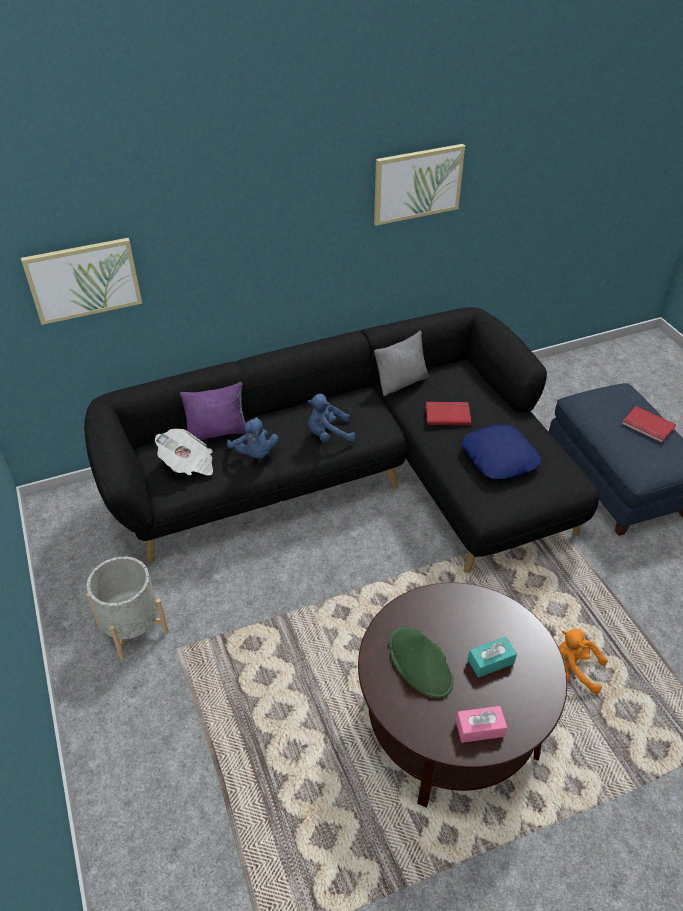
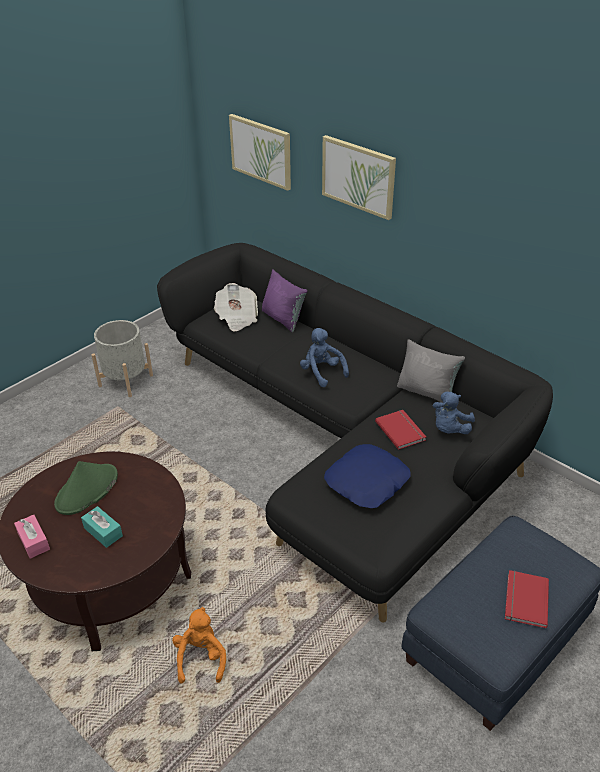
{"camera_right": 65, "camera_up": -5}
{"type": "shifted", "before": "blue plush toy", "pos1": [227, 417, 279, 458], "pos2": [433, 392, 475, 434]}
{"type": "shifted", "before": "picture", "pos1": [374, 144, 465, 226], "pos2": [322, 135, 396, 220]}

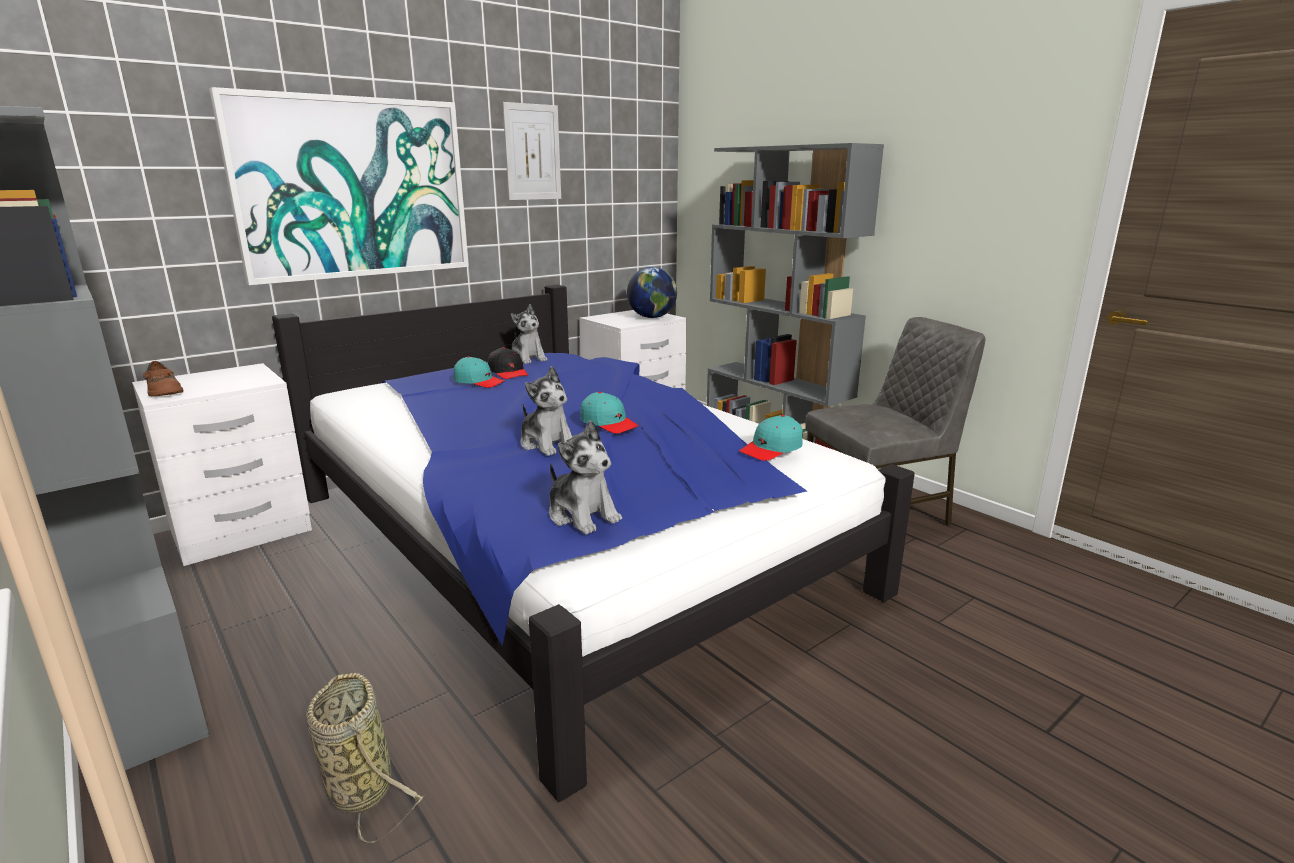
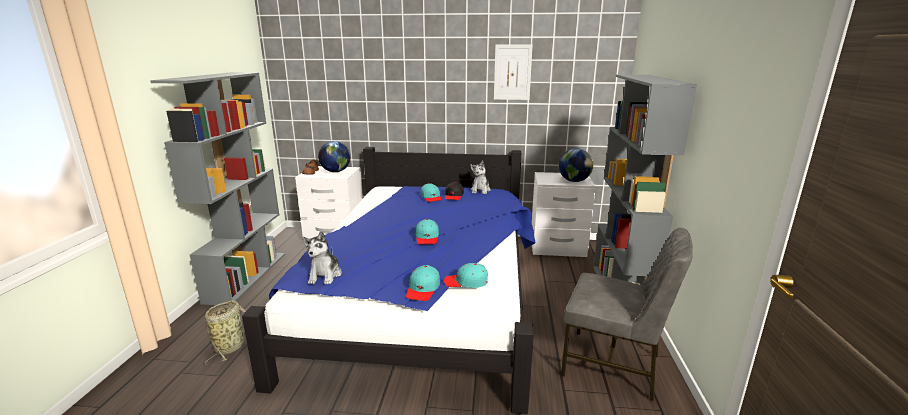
{"camera_right": 45, "camera_up": 0}
{"type": "gone", "before": "picture", "pos1": [209, 87, 469, 285]}
{"type": "gone", "before": "plush toy", "pos1": [520, 366, 572, 456]}
{"type": "new", "after": "globe", "pos2": [318, 141, 350, 172]}
{"type": "new", "after": "turquoise cap", "pos2": [406, 265, 440, 301]}

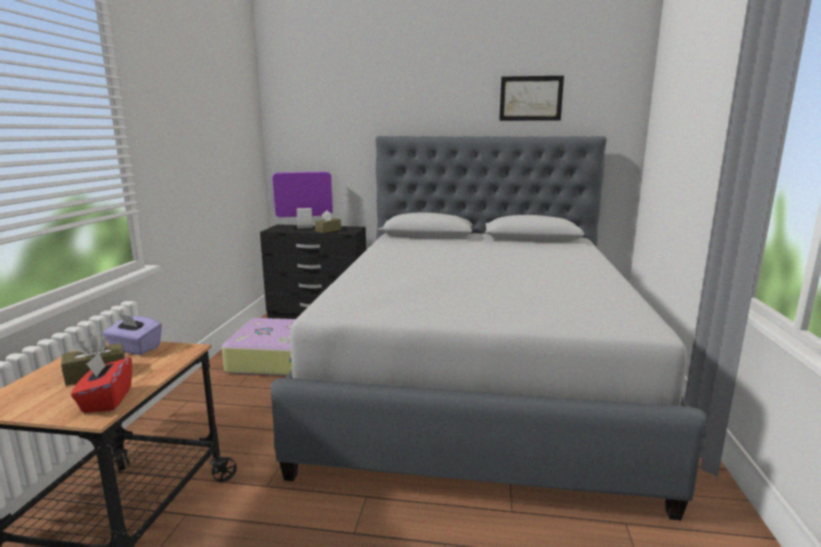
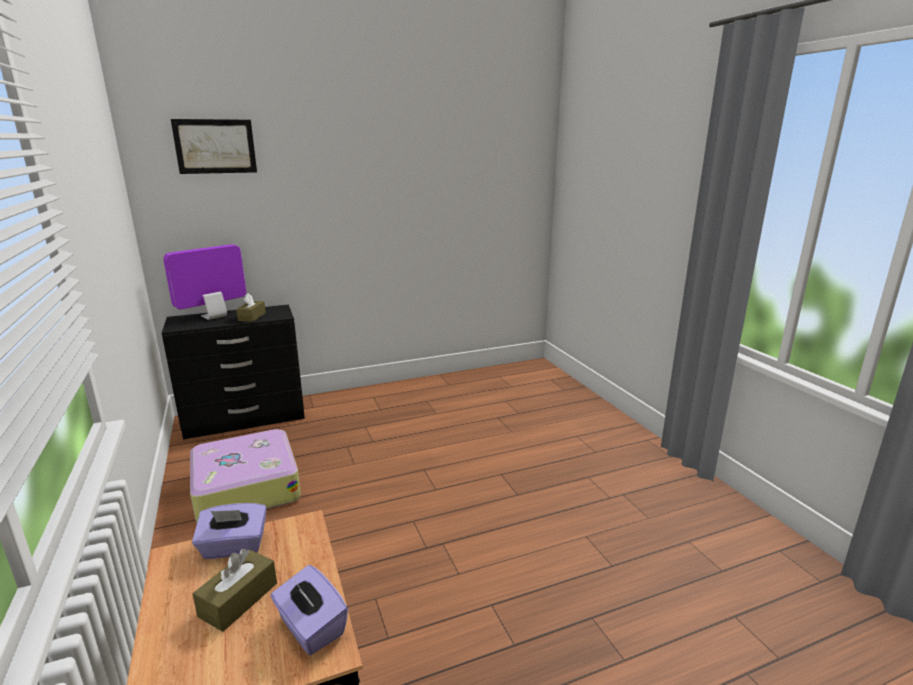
{"camera_right": -30, "camera_up": 5}
{"type": "repainted", "before": "red tissue box", "after": "purple tissue box", "pos1": [71, 352, 132, 413], "pos2": [271, 565, 348, 655]}
{"type": "gone", "before": "grey bed", "pos1": [271, 136, 707, 520]}
{"type": "shifted", "before": "picture", "pos1": [499, 76, 564, 121], "pos2": [171, 119, 257, 174]}

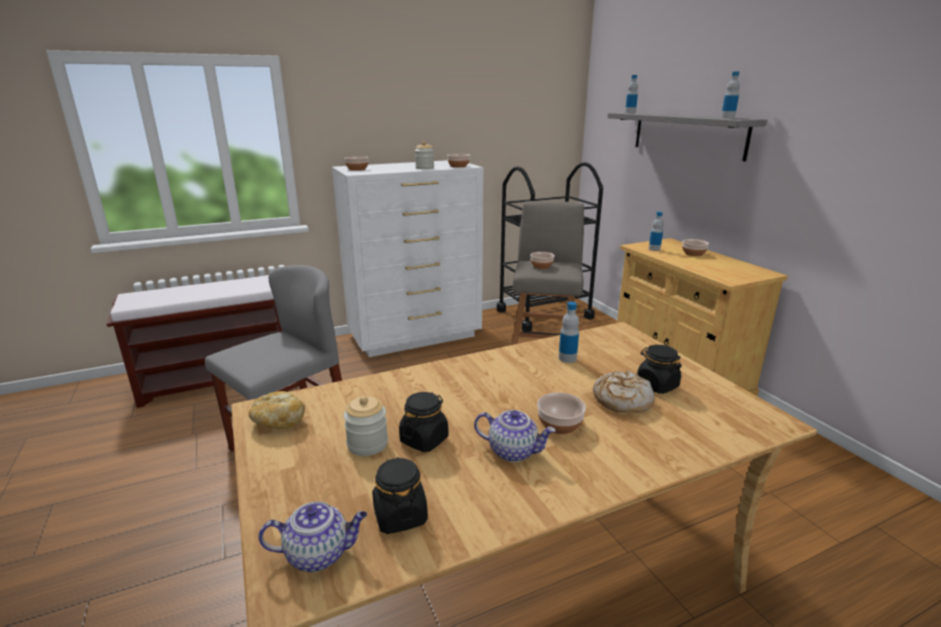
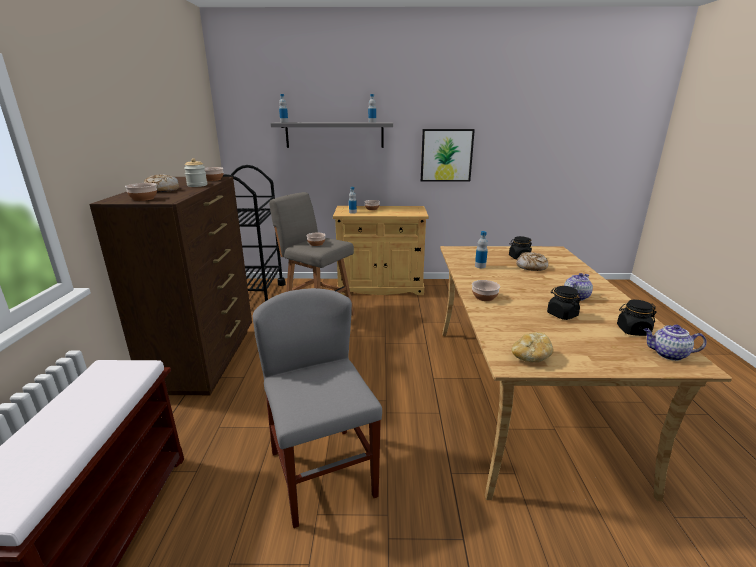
{"camera_right": -65, "camera_up": 0}
{"type": "rotated", "before": "teapot", "pos1": [258, 502, 367, 572], "pos2": [643, 325, 707, 361], "turn": -90}
{"type": "repainted", "before": "white dresser", "after": "brown dresser", "pos1": [332, 160, 484, 357], "pos2": [89, 177, 252, 395]}
{"type": "gone", "before": "jar", "pos1": [344, 396, 388, 456]}
{"type": "shifted", "before": "bowl", "pos1": [537, 392, 586, 435], "pos2": [472, 280, 500, 301]}
{"type": "new", "after": "bread", "pos2": [143, 174, 179, 192]}
{"type": "new", "after": "picture", "pos2": [421, 129, 475, 182]}

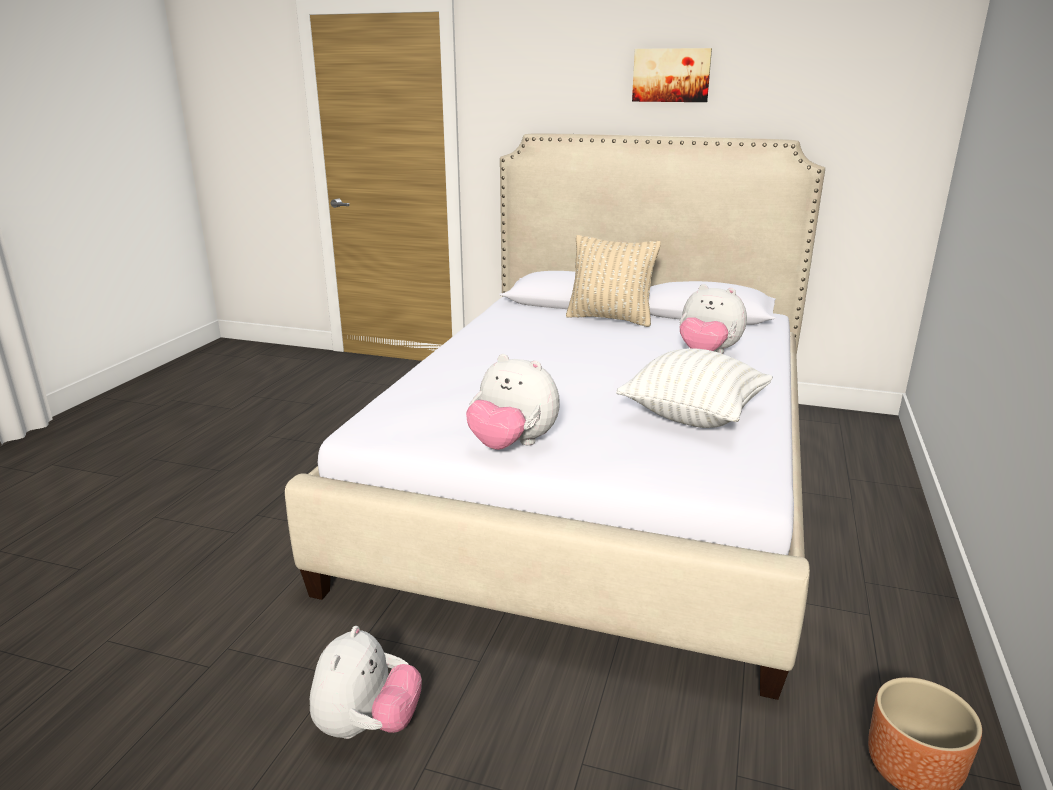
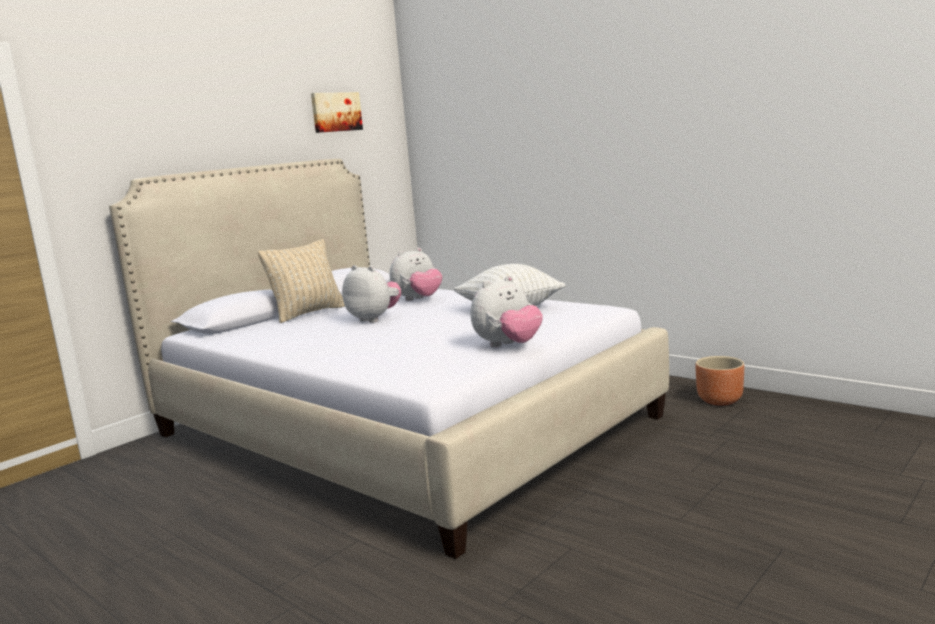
{"camera_right": -65, "camera_up": -10}
{"type": "shifted", "before": "plush toy", "pos1": [310, 626, 422, 739], "pos2": [342, 265, 401, 323]}
{"type": "shifted", "before": "picture", "pos1": [632, 48, 712, 102], "pos2": [311, 92, 363, 133]}

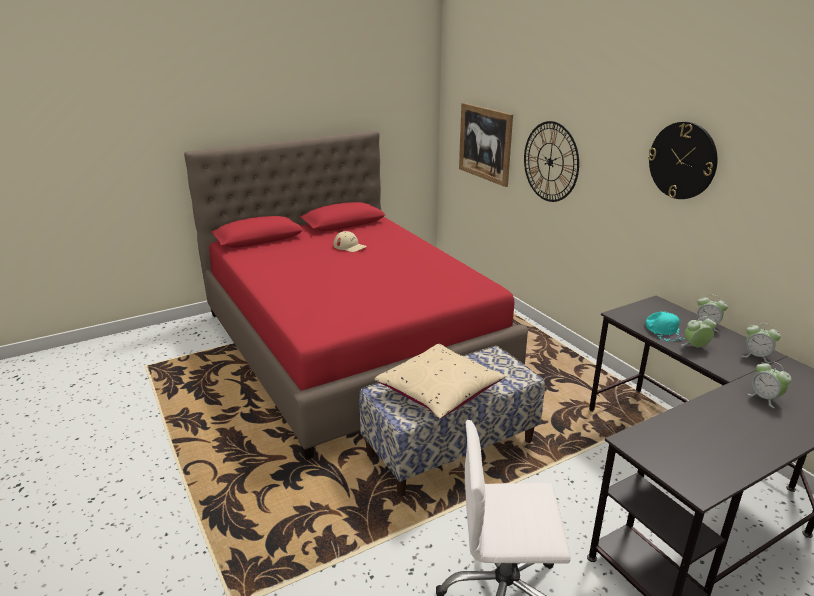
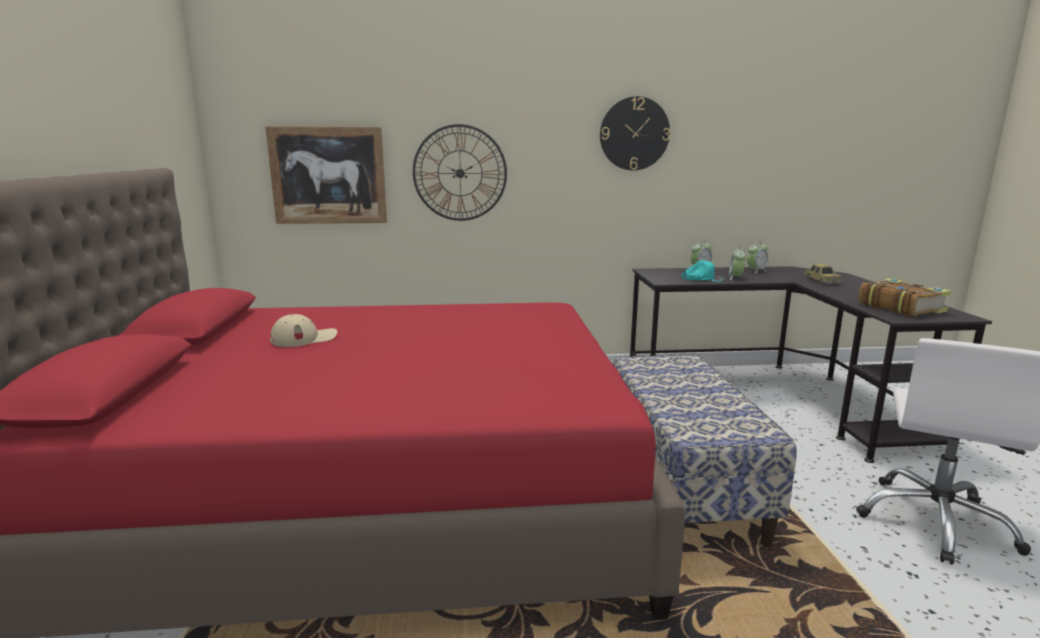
{"camera_right": -65, "camera_up": -10}
{"type": "gone", "before": "beige pillow", "pos1": [374, 343, 506, 419]}
{"type": "swapped", "before": "alarm clock", "after": "toy car", "pos1": [748, 362, 792, 408], "pos2": [804, 264, 842, 284]}
{"type": "new", "after": "book", "pos2": [859, 278, 952, 316]}

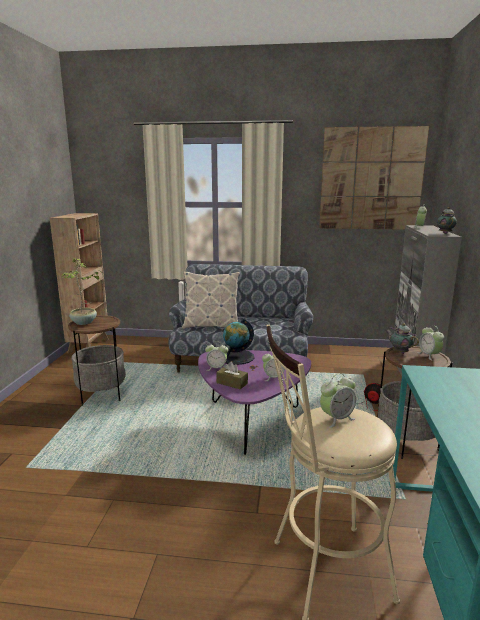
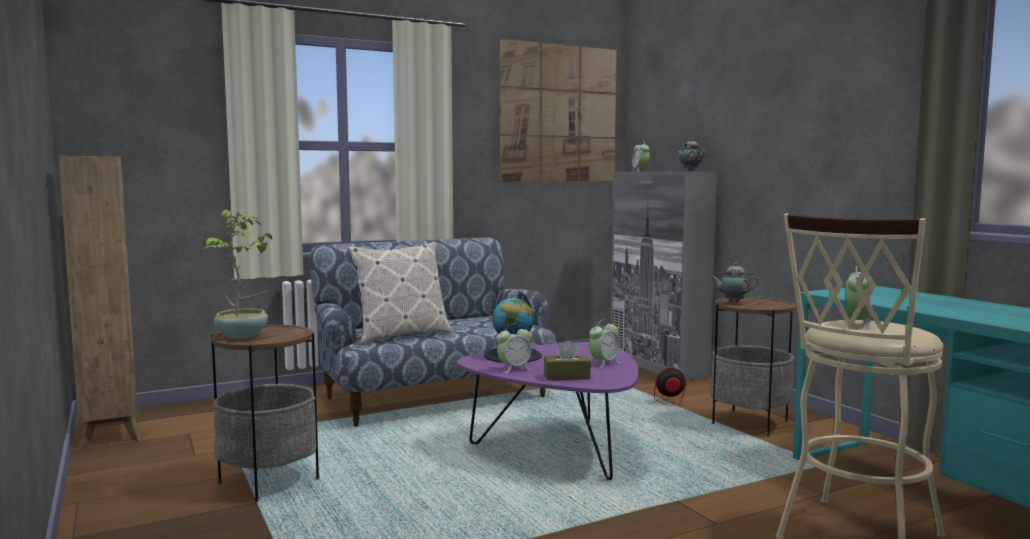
{"camera_right": -35, "camera_up": -10}
{"type": "gone", "before": "alarm clock", "pos1": [417, 325, 444, 360]}

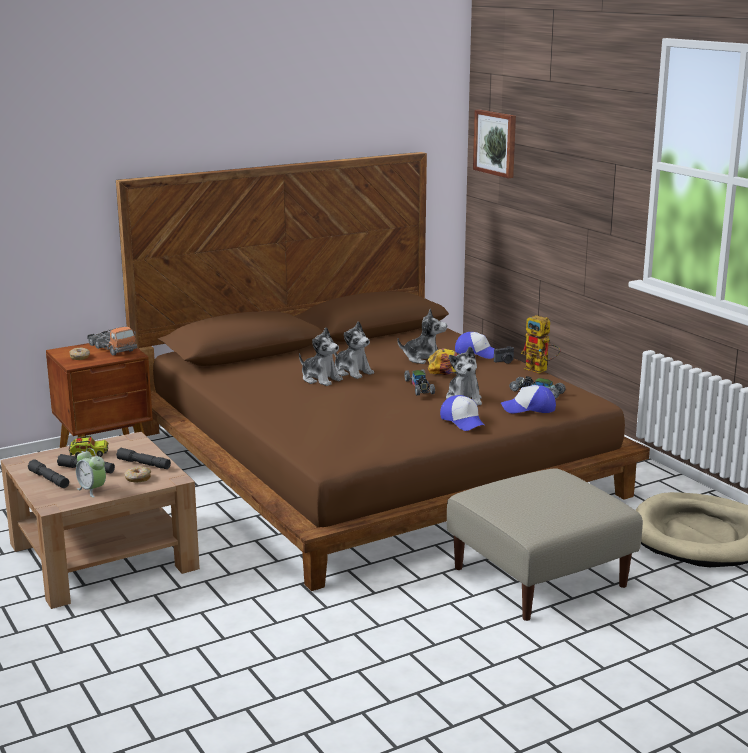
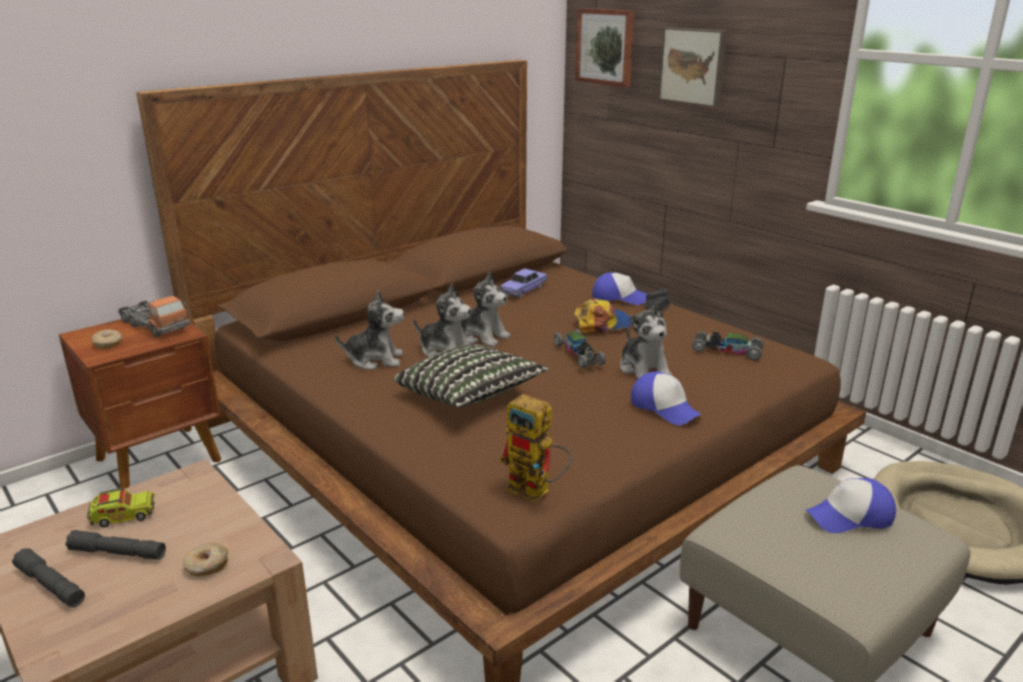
{"camera_right": -10, "camera_up": 5}
{"type": "gone", "before": "alarm clock", "pos1": [76, 448, 106, 498]}
{"type": "gone", "before": "grey flashlight", "pos1": [116, 448, 171, 469]}
{"type": "shifted", "before": "plush toy", "pos1": [397, 309, 447, 364], "pos2": [335, 290, 404, 370]}
{"type": "shifted", "before": "cap", "pos1": [501, 385, 556, 413], "pos2": [806, 478, 896, 533]}
{"type": "shifted", "before": "toy robot", "pos1": [521, 315, 560, 374], "pos2": [499, 394, 572, 503]}
{"type": "new", "after": "pillow", "pos2": [393, 344, 548, 407]}
{"type": "new", "after": "toy car", "pos2": [500, 269, 548, 298]}
{"type": "new", "after": "picture", "pos2": [659, 27, 727, 107]}

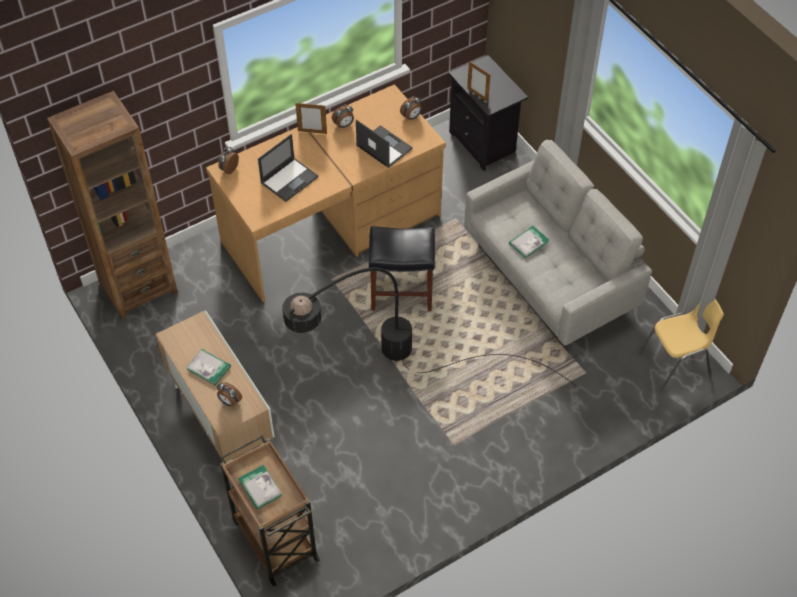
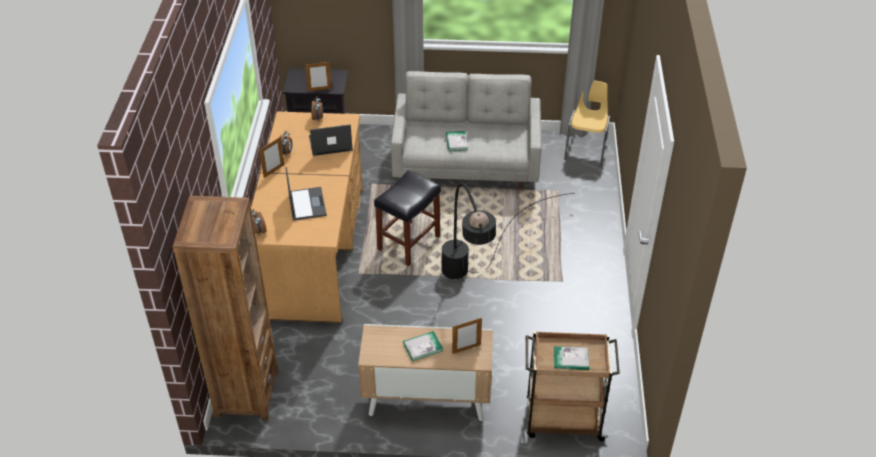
{"camera_right": -55, "camera_up": -10}
{"type": "swapped", "before": "alarm clock", "after": "picture frame", "pos1": [217, 382, 242, 406], "pos2": [452, 318, 482, 354]}

